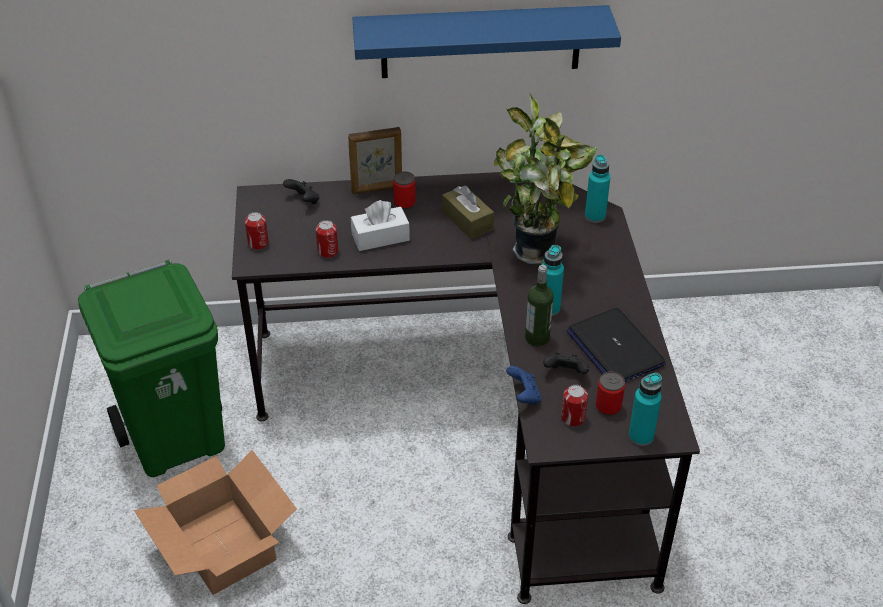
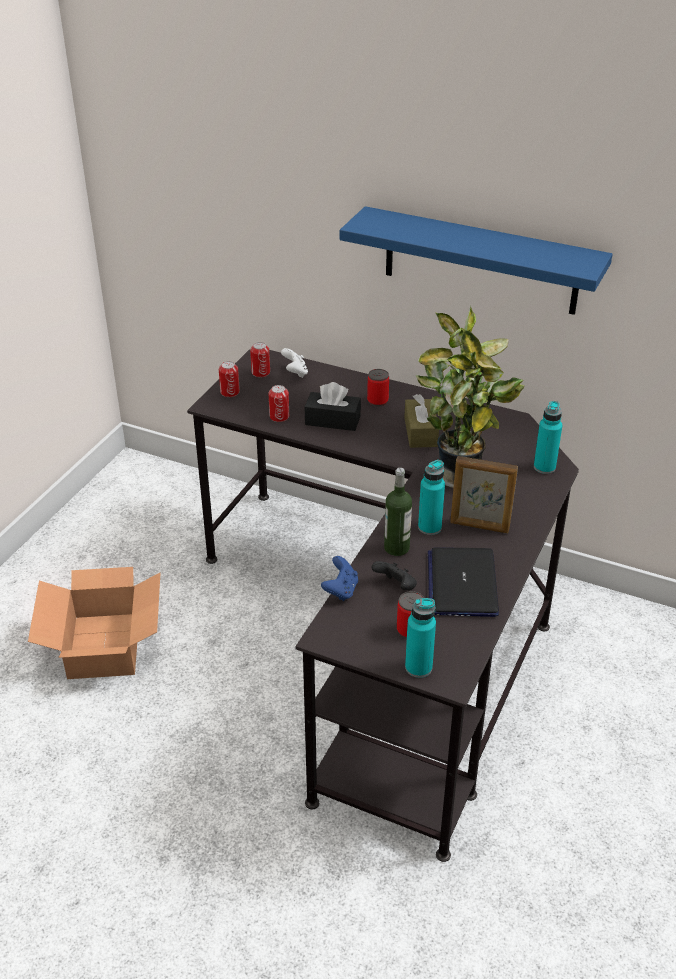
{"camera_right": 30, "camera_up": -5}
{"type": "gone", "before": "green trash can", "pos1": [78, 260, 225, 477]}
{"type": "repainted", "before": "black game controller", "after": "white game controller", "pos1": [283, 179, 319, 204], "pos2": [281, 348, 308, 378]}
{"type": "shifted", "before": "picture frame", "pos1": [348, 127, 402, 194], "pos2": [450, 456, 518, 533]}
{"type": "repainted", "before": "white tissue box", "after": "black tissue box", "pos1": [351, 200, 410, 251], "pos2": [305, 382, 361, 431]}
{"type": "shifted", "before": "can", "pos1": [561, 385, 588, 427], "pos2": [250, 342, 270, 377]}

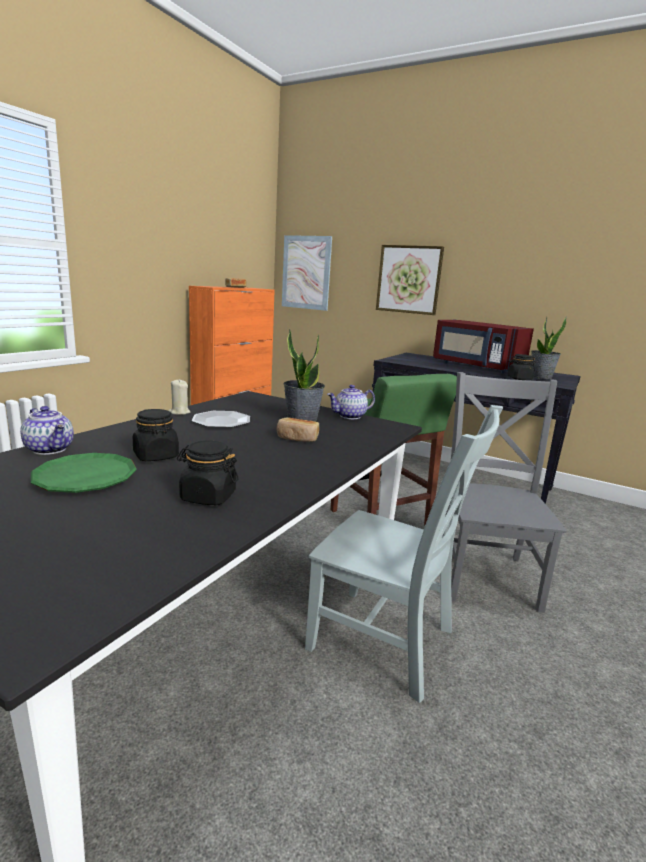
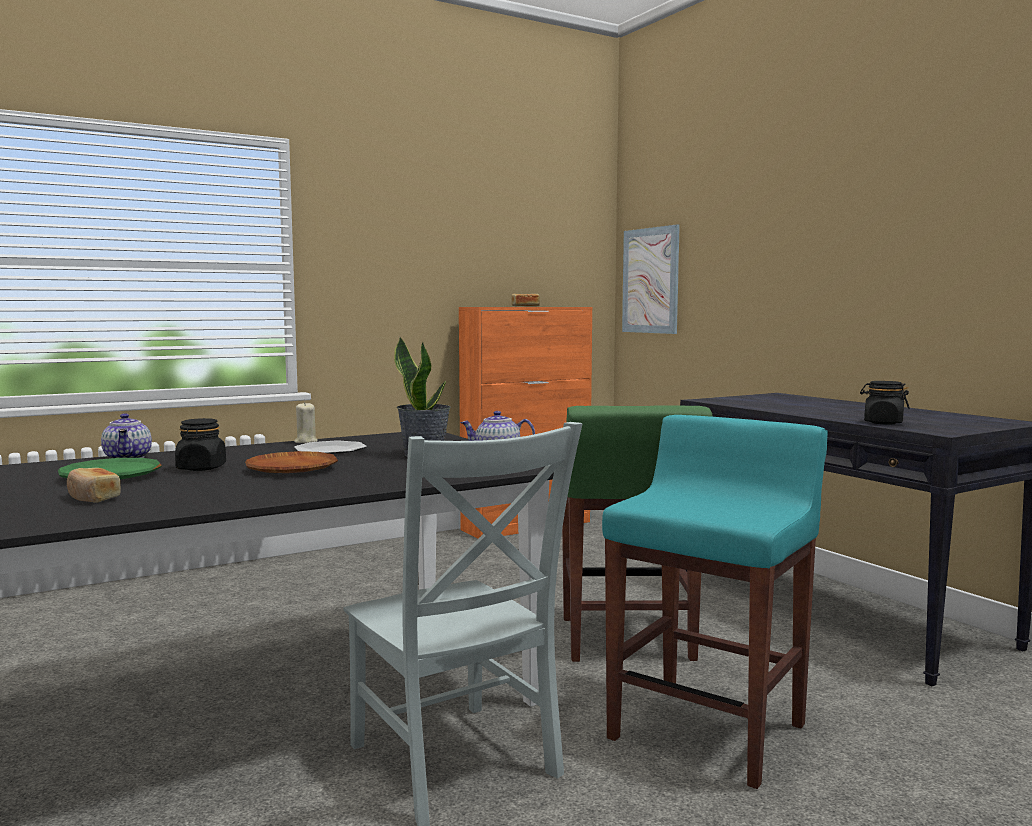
{"camera_right": 30, "camera_up": -10}
{"type": "gone", "before": "black jar", "pos1": [177, 440, 238, 505]}
{"type": "shifted", "before": "bread", "pos1": [277, 417, 319, 442], "pos2": [67, 468, 121, 503]}
{"type": "gone", "before": "picture", "pos1": [376, 245, 444, 315]}
{"type": "gone", "before": "red microwave", "pos1": [433, 320, 534, 374]}
{"type": "swapped", "before": "grey chair", "after": "turquoise stool", "pos1": [444, 372, 567, 613], "pos2": [602, 415, 828, 789]}
{"type": "gone", "before": "potted plant", "pos1": [531, 316, 567, 379]}
{"type": "new", "after": "brown plate", "pos2": [245, 451, 338, 473]}

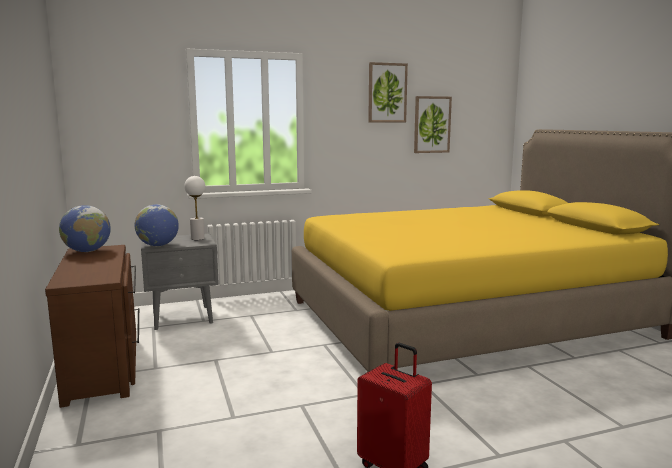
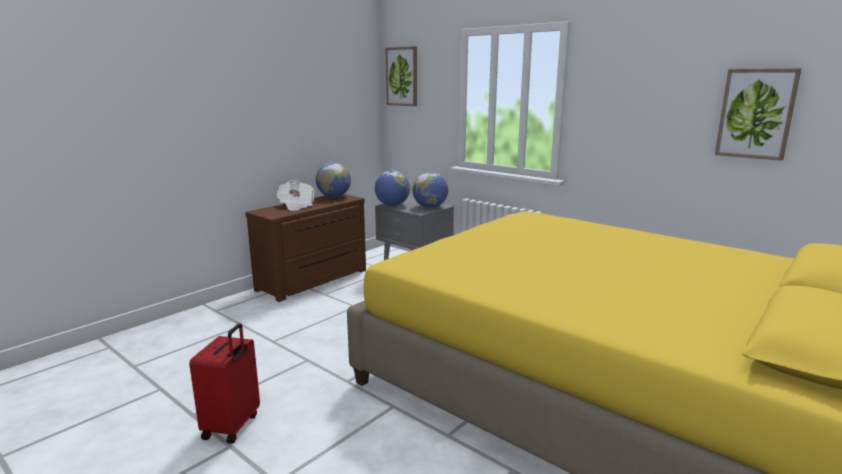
{"camera_right": 60, "camera_up": 5}
{"type": "swapped", "before": "white table lamp", "after": "globe", "pos1": [184, 176, 206, 240], "pos2": [412, 172, 448, 208]}
{"type": "shifted", "before": "picture", "pos1": [368, 62, 408, 122], "pos2": [386, 47, 417, 106]}
{"type": "new", "after": "newspaper", "pos2": [276, 180, 314, 211]}

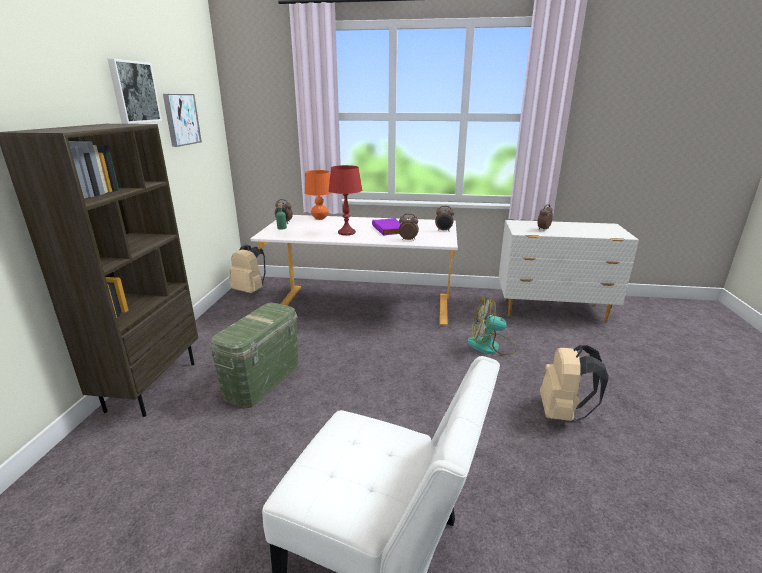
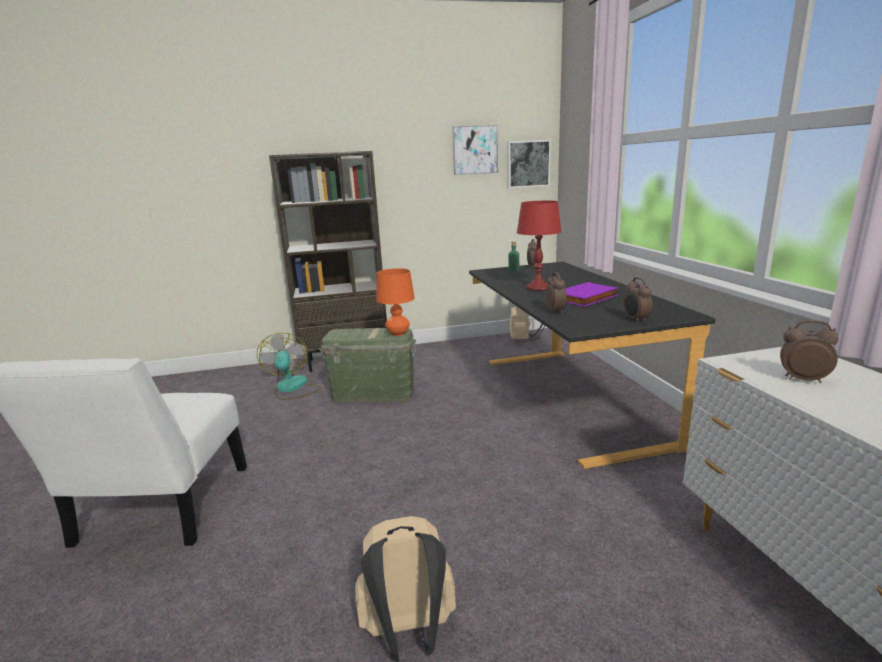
{"camera_right": 70, "camera_up": -5}
{"type": "shifted", "before": "picture", "pos1": [107, 59, 162, 124], "pos2": [507, 140, 551, 188]}
{"type": "repainted", "before": "white desk", "after": "black desk", "pos1": [250, 215, 458, 326], "pos2": [469, 262, 716, 469]}
{"type": "shifted", "before": "orange table lamp", "pos1": [305, 170, 331, 220], "pos2": [376, 268, 415, 336]}
{"type": "shifted", "before": "fan", "pos1": [467, 297, 516, 355], "pos2": [257, 333, 321, 400]}

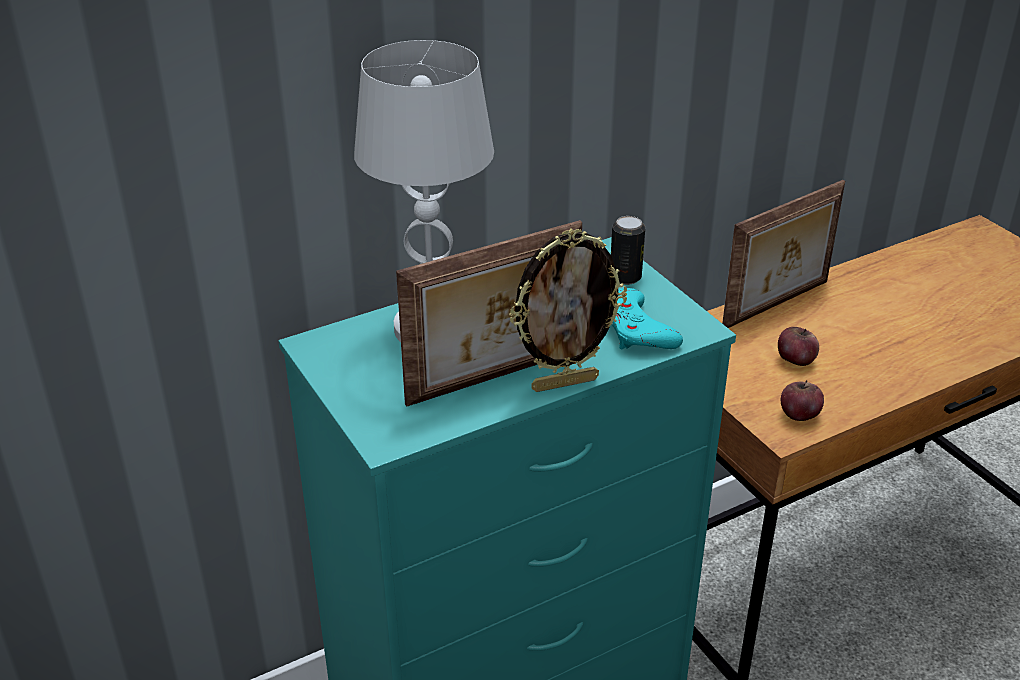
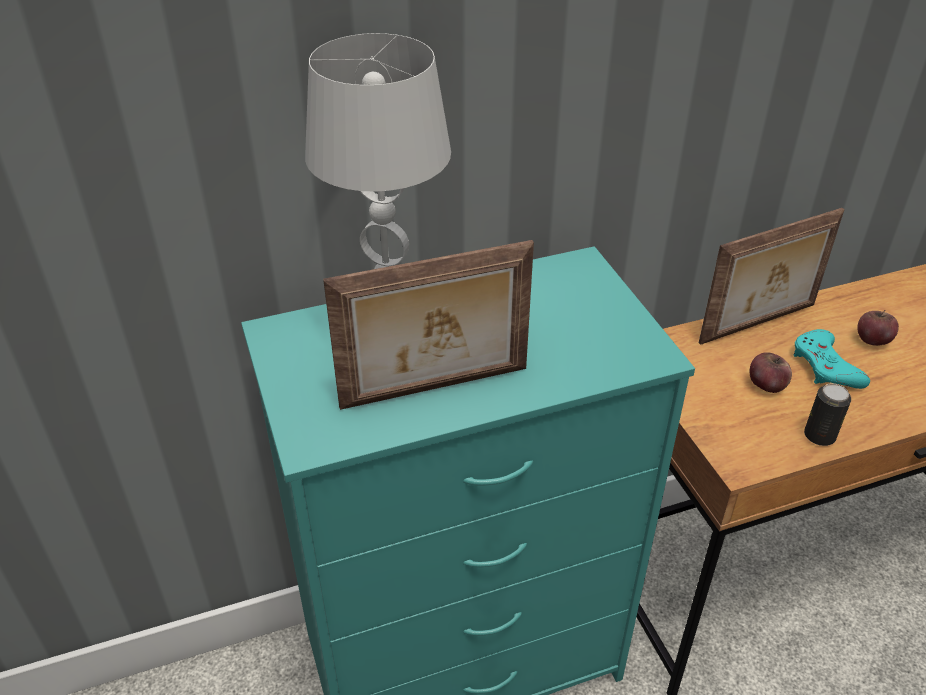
{"camera_right": 10, "camera_up": 5}
{"type": "gone", "before": "picture frame", "pos1": [509, 229, 627, 392]}
{"type": "shifted", "before": "can", "pos1": [611, 216, 645, 285], "pos2": [804, 383, 851, 446]}
{"type": "shifted", "before": "turquoise game controller", "pos1": [612, 288, 683, 350], "pos2": [794, 329, 870, 389]}
{"type": "shifted", "before": "apple", "pos1": [781, 380, 824, 421], "pos2": [857, 310, 899, 346]}

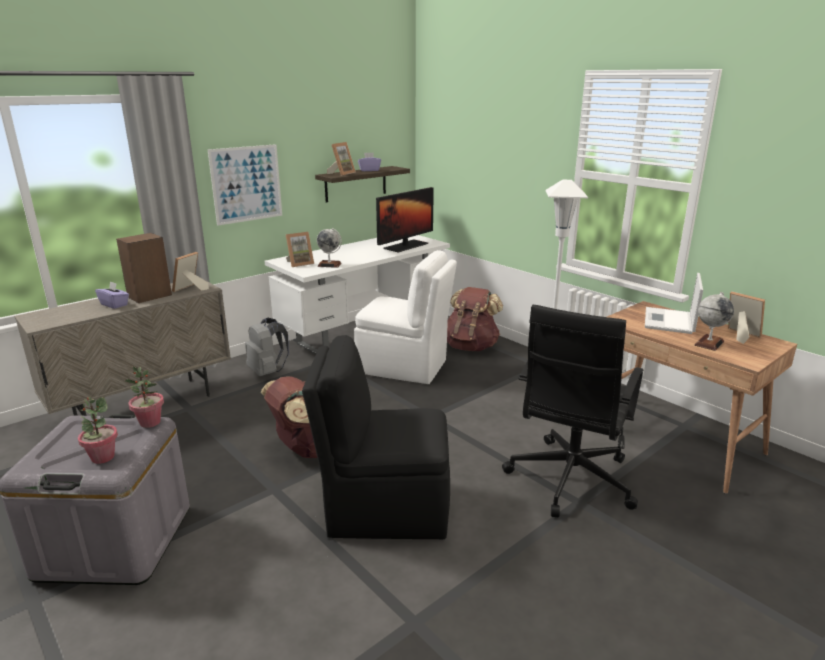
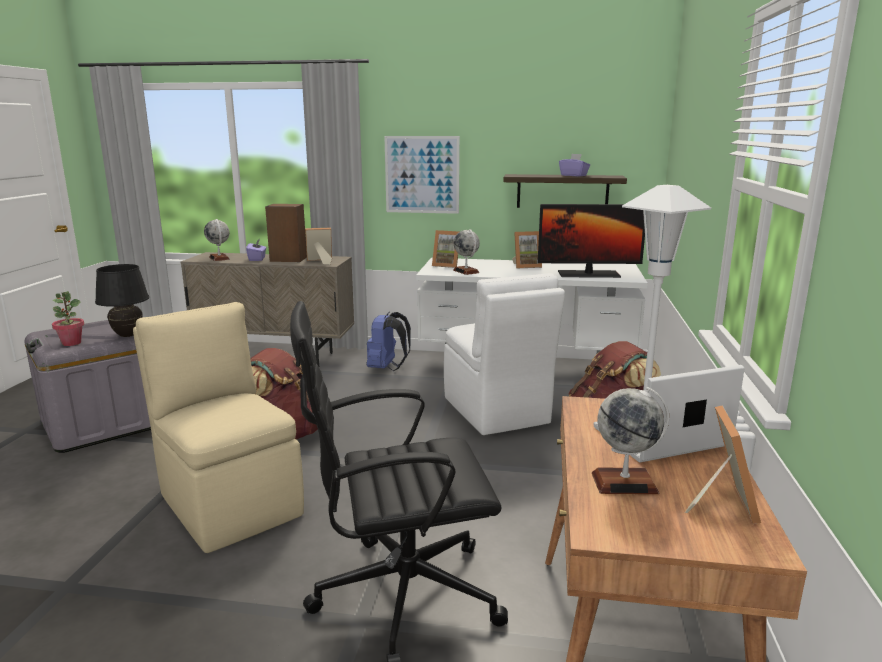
{"camera_right": 50, "camera_up": -5}
{"type": "swapped", "before": "potted plant", "after": "black table lamp", "pos1": [125, 366, 164, 428], "pos2": [95, 264, 149, 337]}
{"type": "repainted", "before": "grey backpack", "after": "blue backpack", "pos1": [245, 318, 289, 376], "pos2": [366, 311, 411, 371]}
{"type": "repainted", "before": "black chair", "after": "beige chair", "pos1": [302, 335, 450, 539], "pos2": [133, 302, 304, 553]}
{"type": "shifted", "before": "picture frame", "pos1": [327, 142, 356, 176], "pos2": [512, 231, 542, 269]}
{"type": "new", "after": "globe", "pos2": [204, 219, 230, 261]}

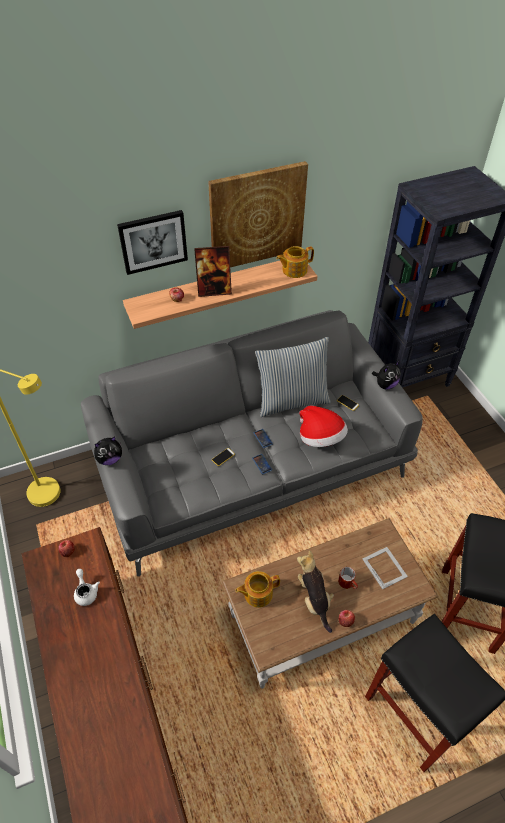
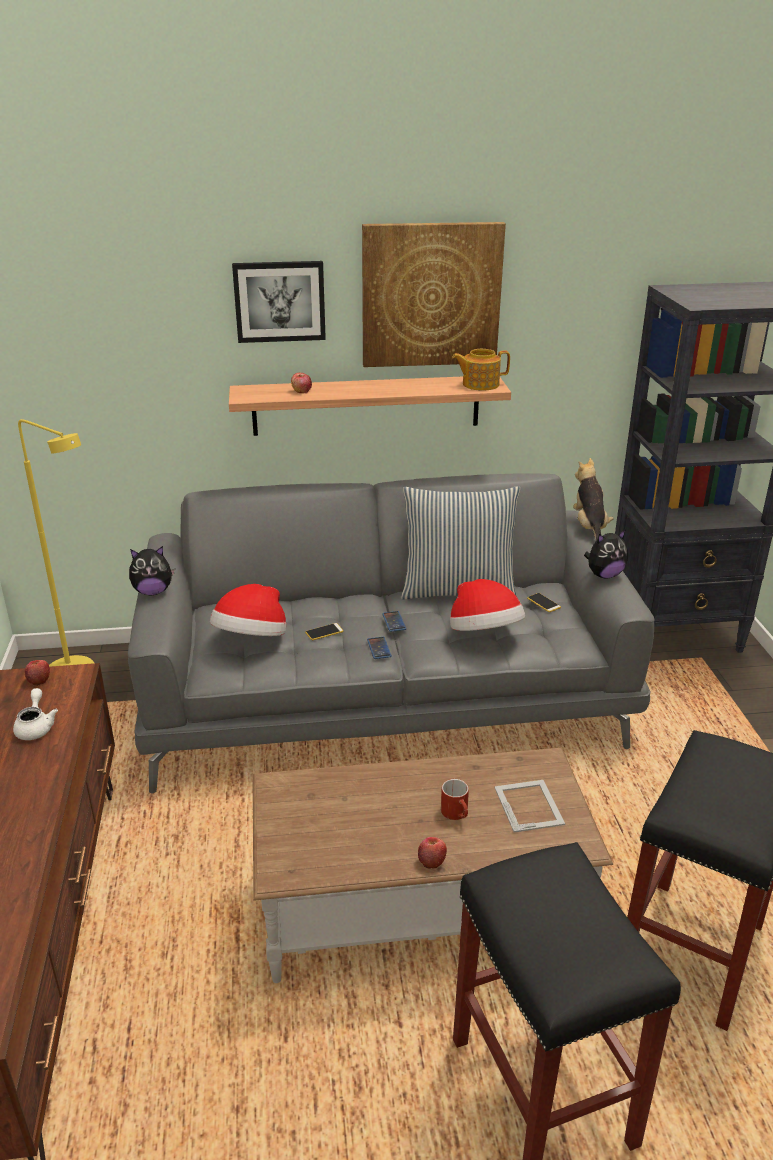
{"camera_right": 15, "camera_up": -20}
{"type": "gone", "before": "picture frame", "pos1": [194, 246, 232, 297]}
{"type": "gone", "before": "teapot", "pos1": [235, 571, 280, 608]}
{"type": "shifted", "before": "plush toy", "pos1": [297, 550, 334, 633], "pos2": [573, 458, 614, 540]}
{"type": "new", "after": "hat", "pos2": [210, 584, 286, 636]}

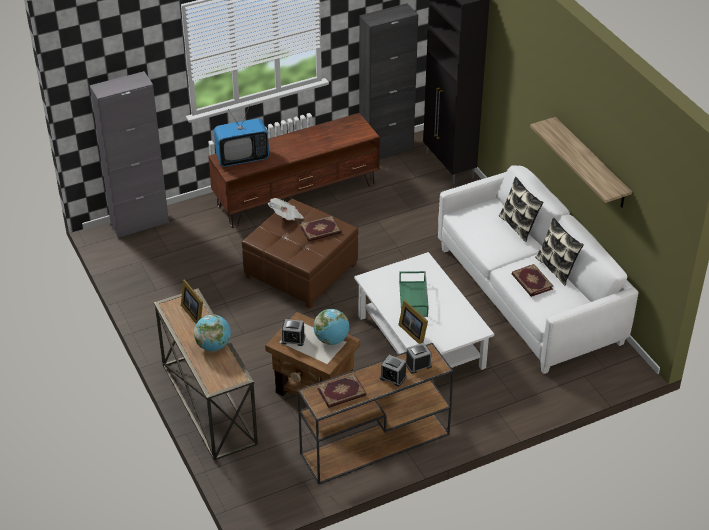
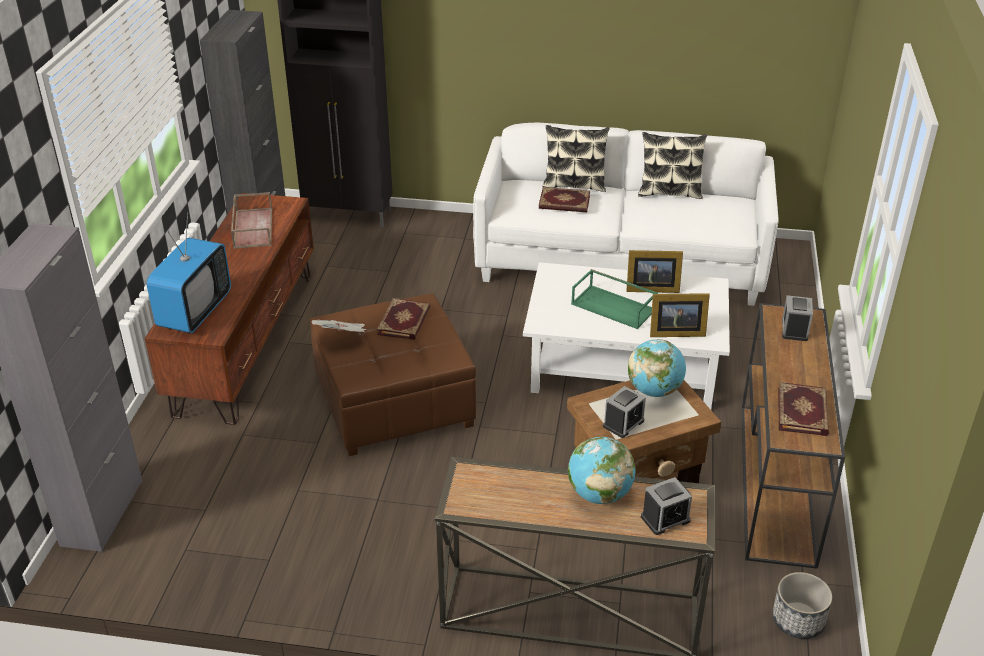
{"camera_right": -55, "camera_up": -5}
{"type": "shifted", "before": "picture frame", "pos1": [181, 279, 203, 324], "pos2": [627, 250, 683, 293]}
{"type": "shifted", "before": "alarm clock", "pos1": [380, 355, 407, 387], "pos2": [641, 477, 692, 535]}
{"type": "shifted", "before": "book", "pos1": [511, 264, 553, 297], "pos2": [539, 187, 590, 212]}
{"type": "gone", "before": "shelf", "pos1": [530, 117, 632, 208]}
{"type": "new", "after": "brown tray", "pos2": [231, 192, 272, 249]}
{"type": "new", "after": "planter", "pos2": [772, 572, 832, 639]}

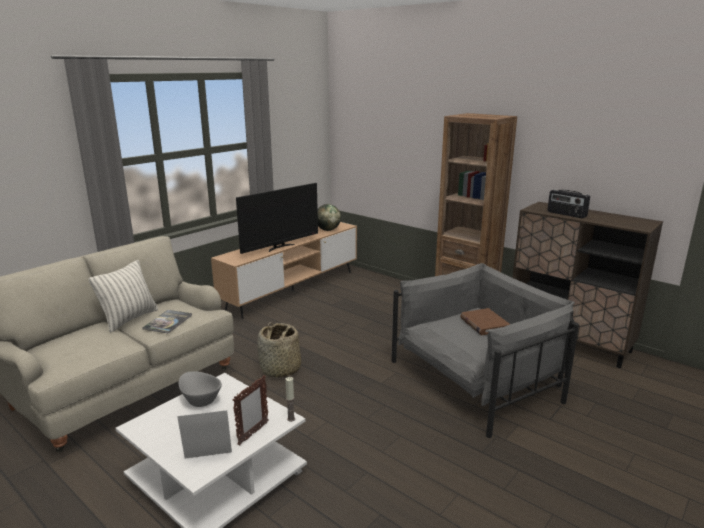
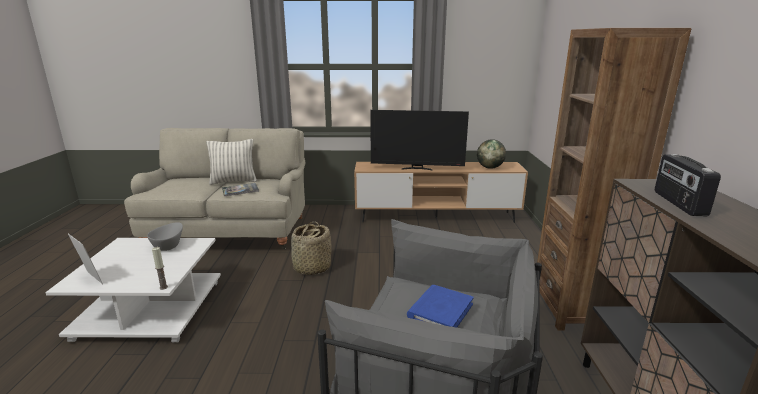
{"camera_right": 50, "camera_up": 0}
{"type": "gone", "before": "picture frame", "pos1": [233, 375, 269, 446]}
{"type": "repainted", "before": "brown book", "after": "blue book", "pos1": [460, 308, 510, 335], "pos2": [407, 285, 474, 328]}

